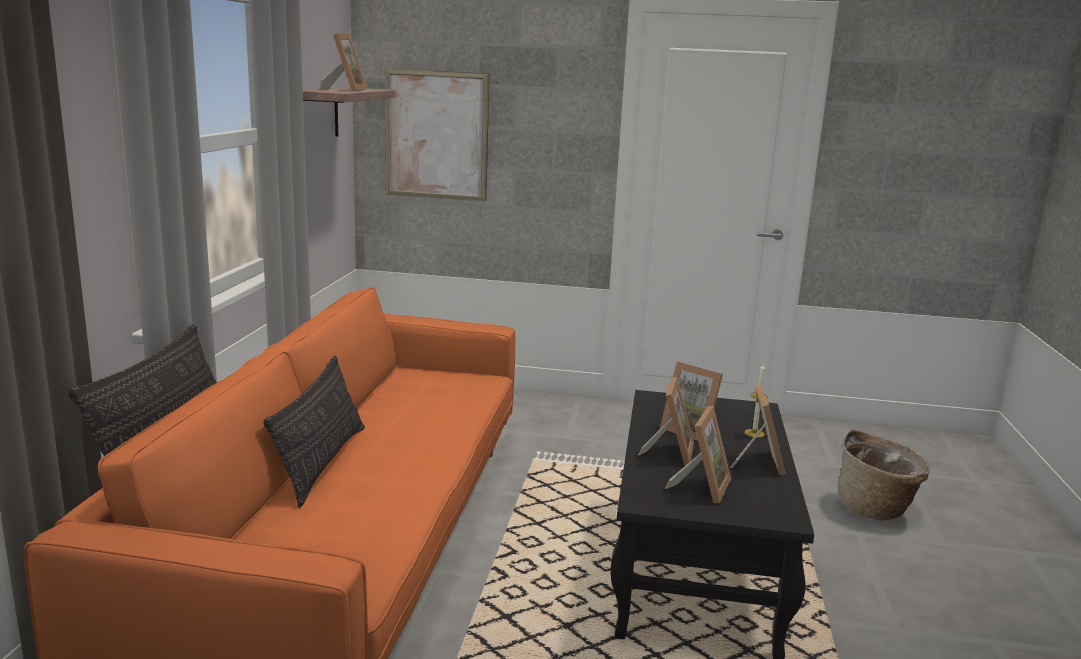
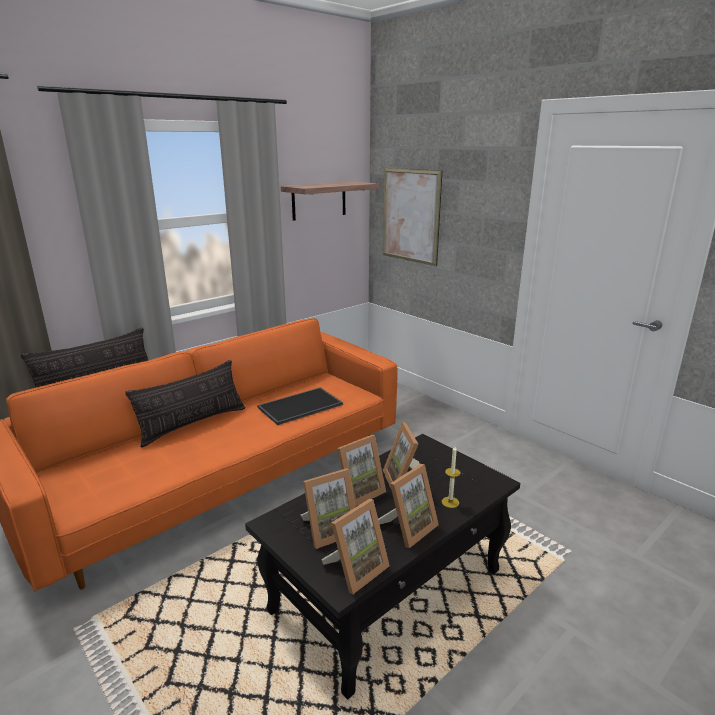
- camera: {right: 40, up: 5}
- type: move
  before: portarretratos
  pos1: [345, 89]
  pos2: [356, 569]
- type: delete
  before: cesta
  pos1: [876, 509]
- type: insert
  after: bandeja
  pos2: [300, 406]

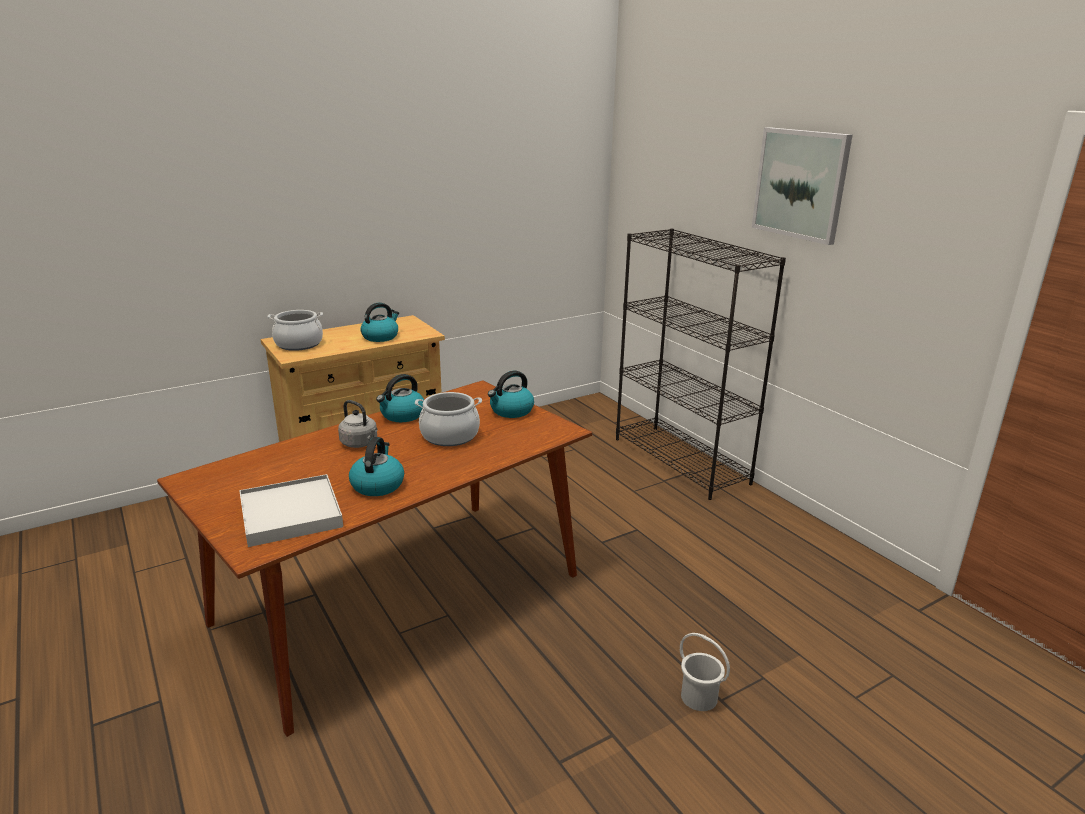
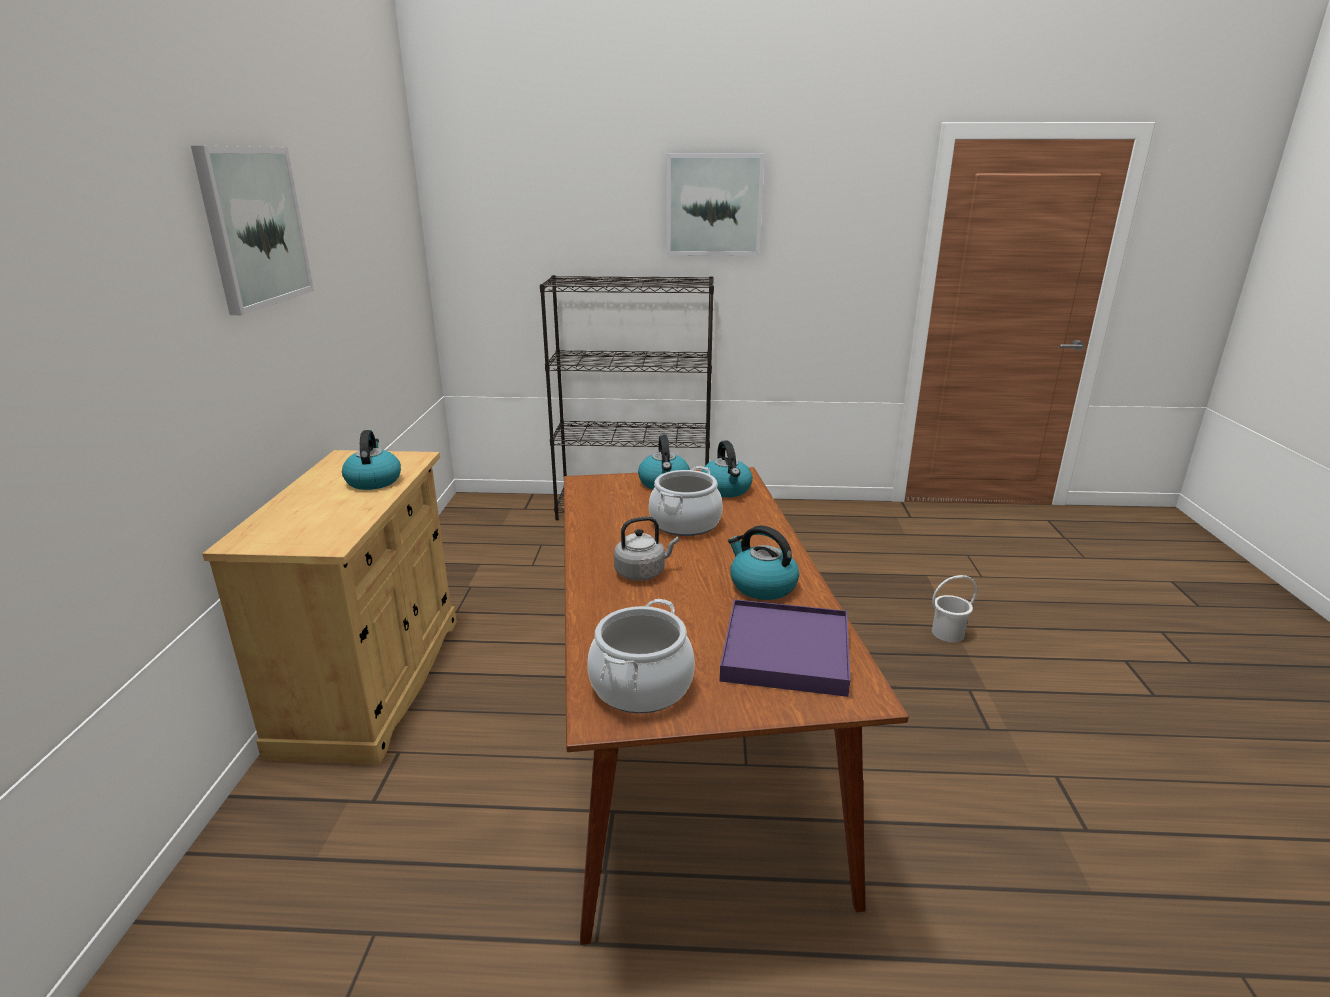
- camera: {right: -55, up: 0}
- type: move
  before: olla
  pos1: [299, 344]
  pos2: [641, 686]
- type: move
  before: hervidor
  pos1: [402, 415]
  pos2: [726, 489]
- type: recolor
  before: bandeja (blanco)
  after: bandeja (morado)
  pos1: [290, 514]
  pos2: [786, 652]
- type: insert
  after: cuadro
  pos2: [254, 227]

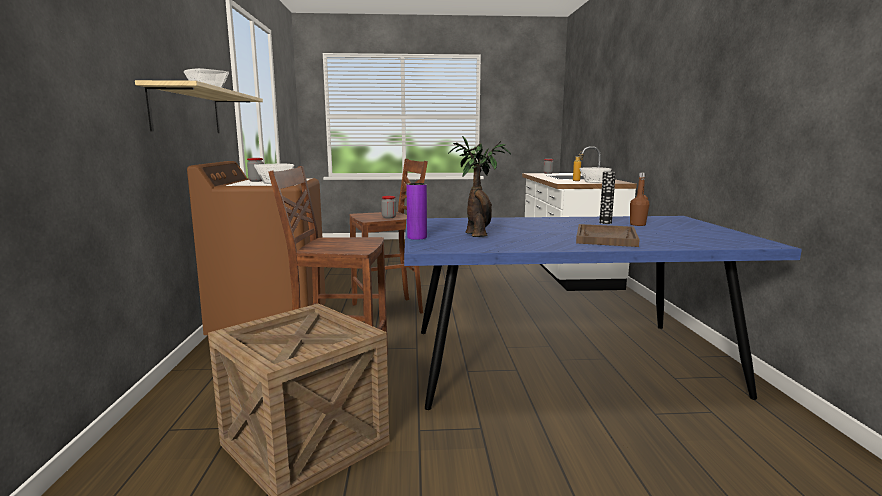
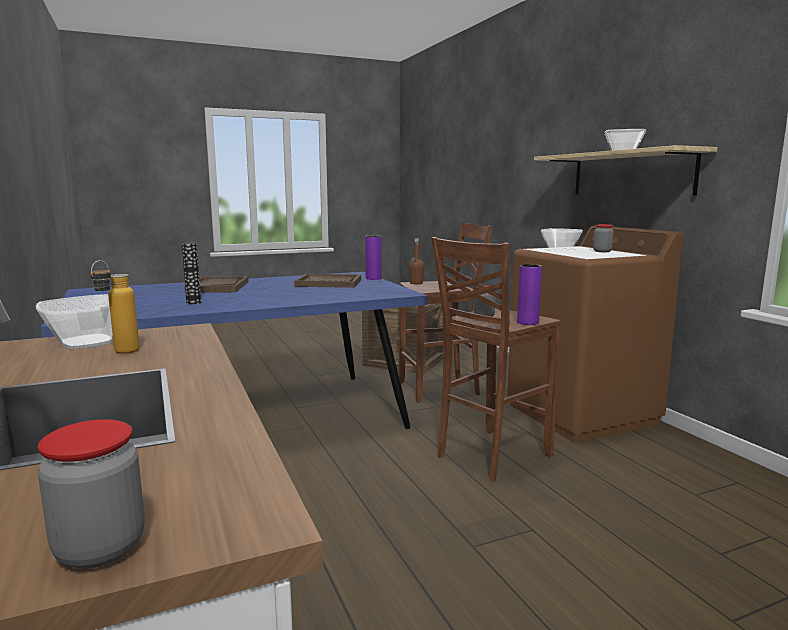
- camera: {right: 160, up: 0}
- type: replace
  before: planta en maceta
  after: bandeja (marrón)
  pos1: [477, 234]
  pos2: [329, 283]
- type: move
  before: botella (marrón)
  pos1: [637, 224]
  pos2: [416, 283]
- type: insert
  after: florero (morado)
  pos2: [527, 322]

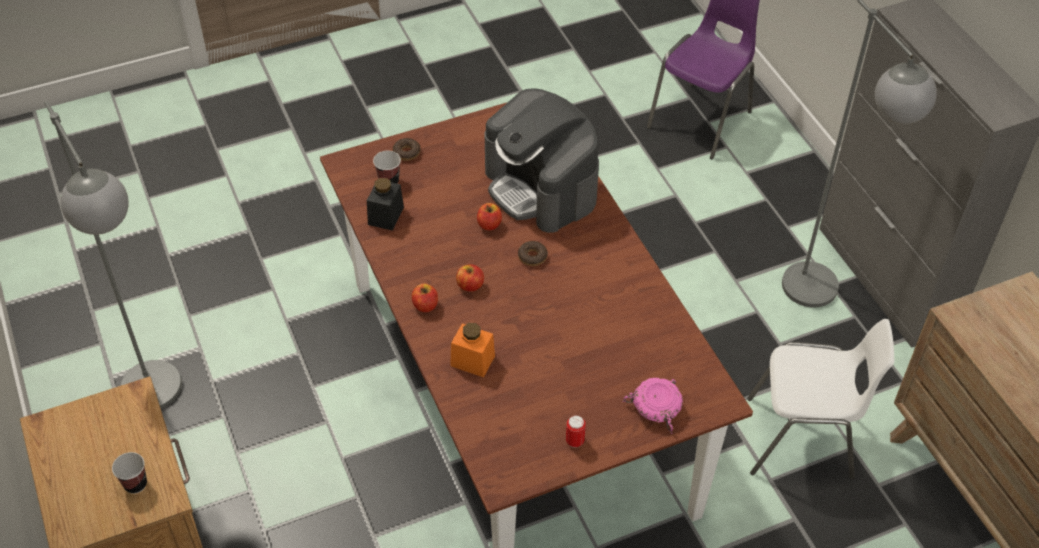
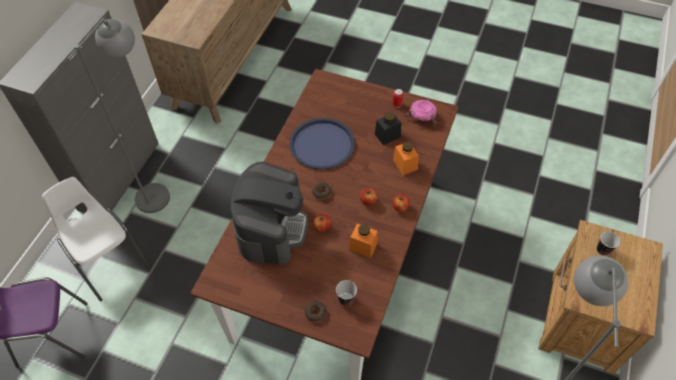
- camera: {right: -135, up: 5}
- type: move
  before: tarro (negro)
  pos1: [386, 216]
  pos2: [387, 135]
- type: move
  before: silla (blanco)
  pos1: [803, 440]
  pos2: [109, 262]
- type: move
  before: cuenco (rosa)
  pos1: [655, 408]
  pos2: [422, 117]
- type: insert
  after: bandeja (azul)
  pos2: [322, 144]
- type: insert
  after: tarro (naranja)
  pos2: [363, 246]

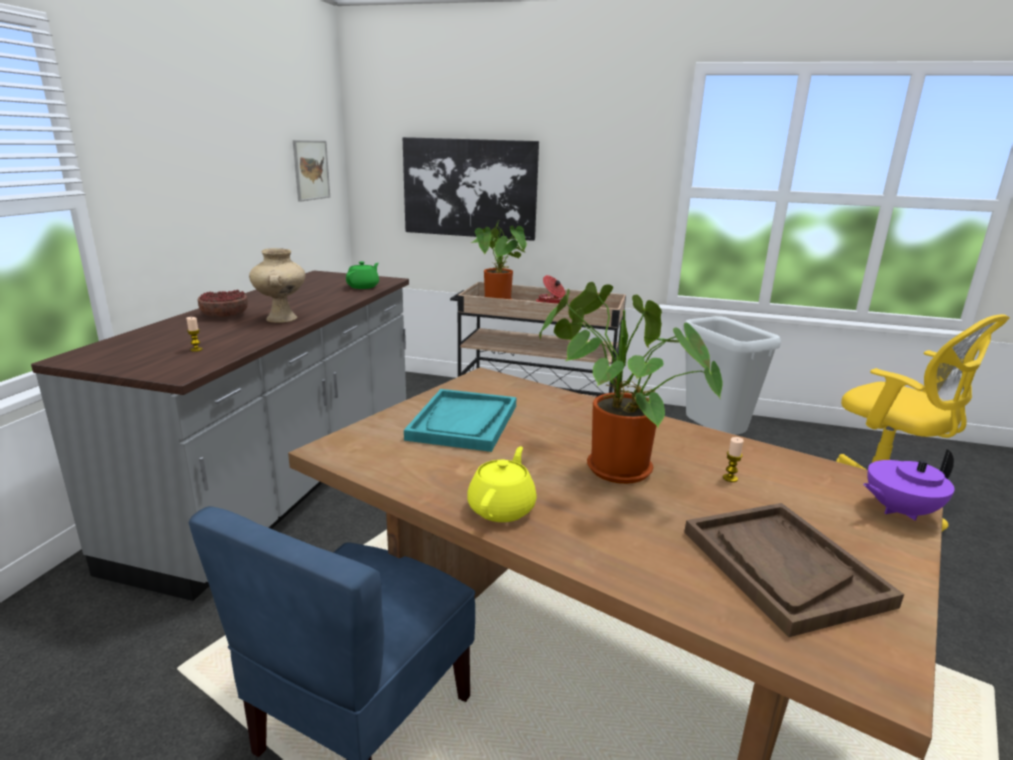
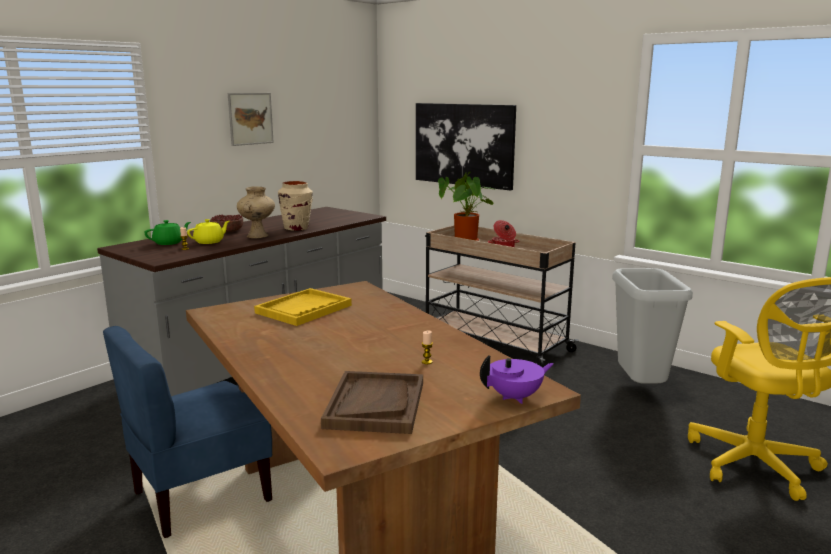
- camera: {right: 25, up: -5}
- type: move
  before: cuadro
  pos1: [311, 170]
  pos2: [250, 118]
- type: move
  before: tetera (verde)
  pos1: [363, 286]
  pos2: [169, 243]
- type: delete
  before: planta en maceta
  pos1: [610, 468]
- type: recolor
  before: bandeja (turquesa)
  after: bandeja (amarillo)
  pos1: [463, 422]
  pos2: [304, 309]
- type: move
  before: tetera (amarillo)
  pos1: [502, 508]
  pos2: [210, 242]
- type: rotate
  before: tetera (morado)
  pos1: [898, 510]
  pos2: [515, 397]
  turn: 150
- type: insert
  after: florero (beis)
  pos2: [296, 228]

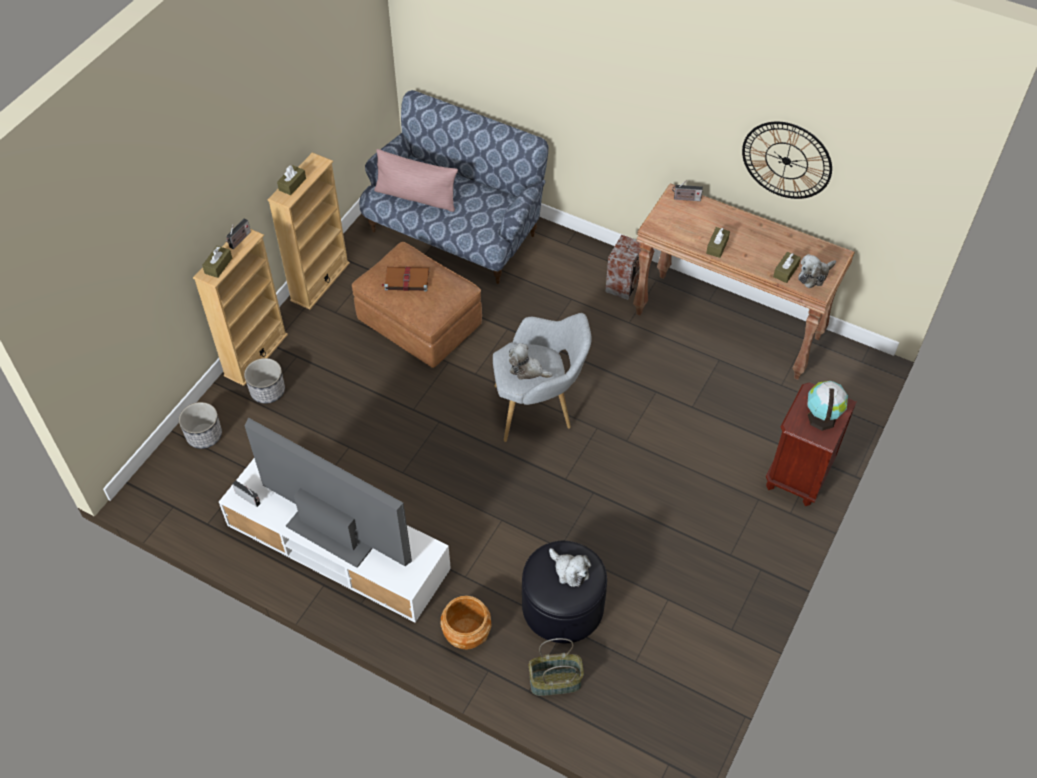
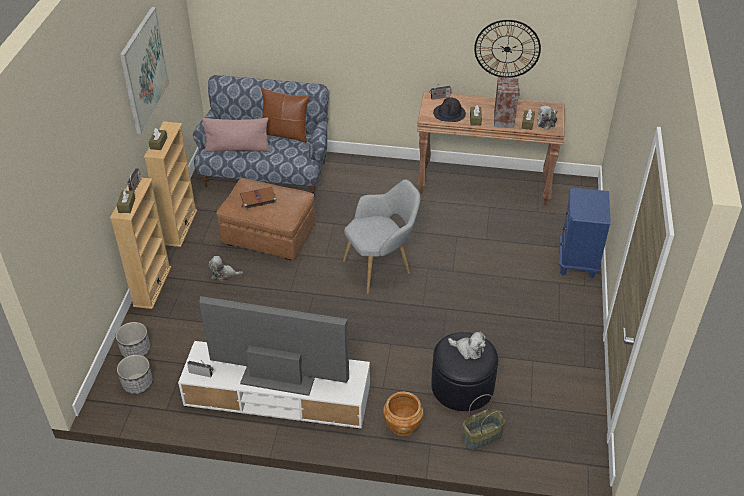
- camera: {right: -20, up: -10}
- type: move
  before: altavoz
  pos1: [624, 284]
  pos2: [504, 119]
- type: move
  before: peluche
  pos1: [527, 370]
  pos2: [224, 275]
- type: move
  before: maceta
  pos1: [268, 391]
  pos2: [138, 383]
- type: delete
  before: globo terráqueo
  pos1: [821, 417]
- type: recolor
  before: mesita de noche (marrón)
  after: mesita de noche (azul)
  pos1: [798, 475]
  pos2: [577, 261]
- type: insert
  after: cuadro
  pos2: [144, 70]
- type: insert
  after: cojín (marrón)
  pos2: [285, 134]
- type: insert
  after: sombrero (negro)
  pos2: [449, 114]

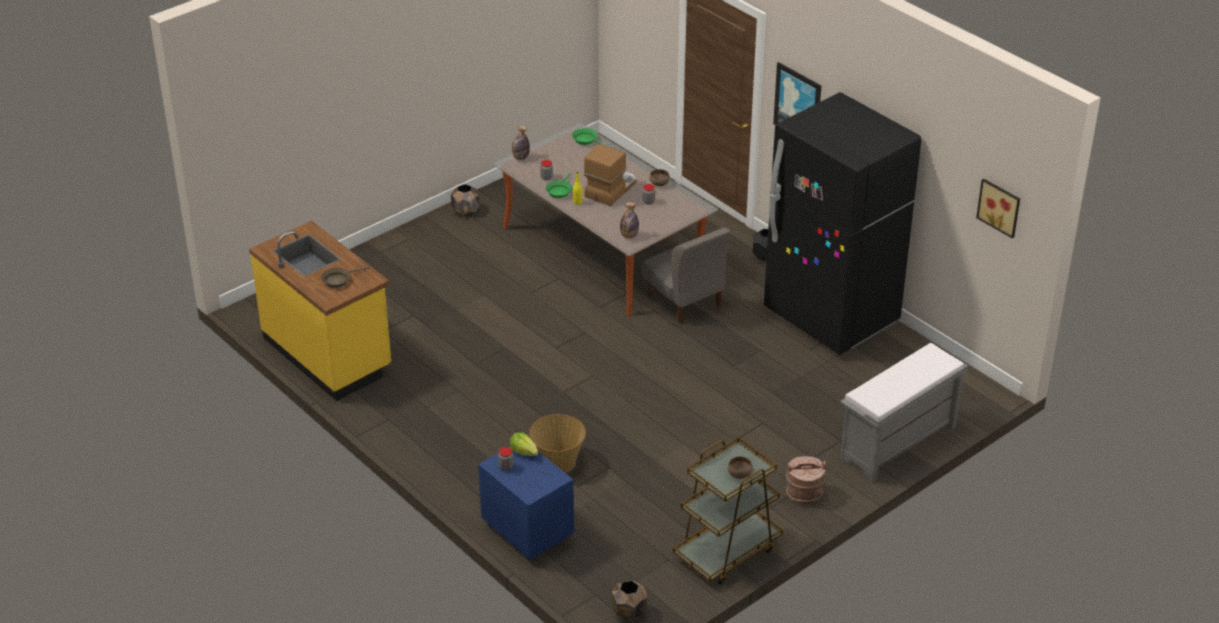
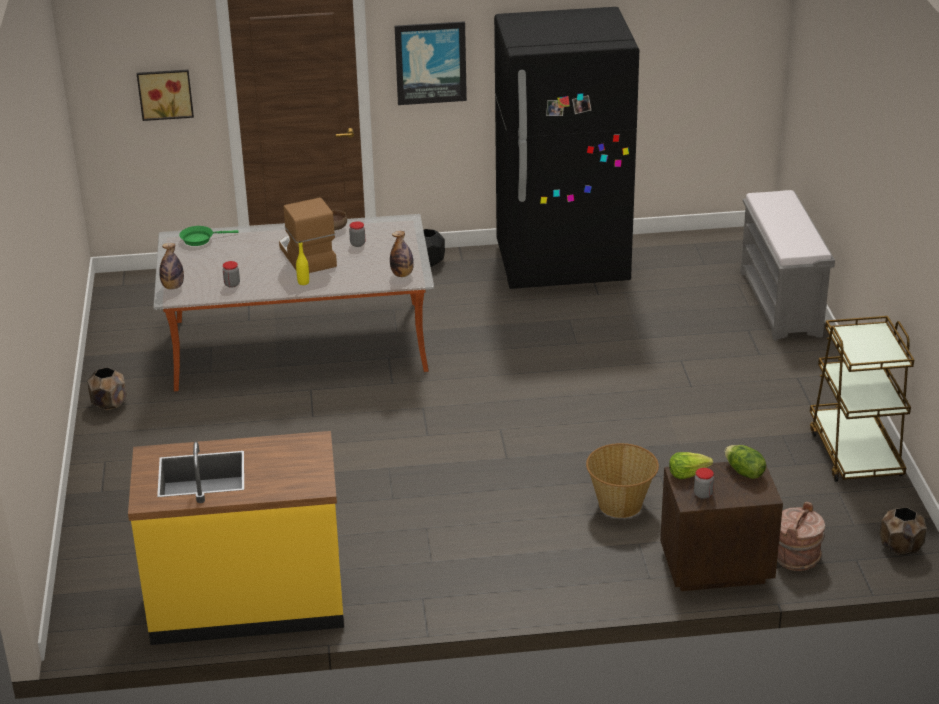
- camera: {right: -55, up: -5}
- type: delete
  before: sartén (verde)
  pos1: [559, 191]
- type: move
  before: cuadro
  pos1: [1000, 207]
  pos2: [165, 93]
- type: delete
  before: silla (gris)
  pos1: [685, 301]
- type: delete
  before: sartén (marrón)
  pos1: [338, 280]
- type: recolor
  before: mesita de noche (azul)
  after: mesita de noche (marrón)
  pos1: [527, 530]
  pos2: [714, 567]
- type: delete
  before: cuenco (marrón)
  pos1: [739, 474]
- type: move
  before: cubo (marrón)
  pos1: [804, 493]
  pos2: [796, 557]
- type: insert
  after: lechuga
  pos2: [744, 472]

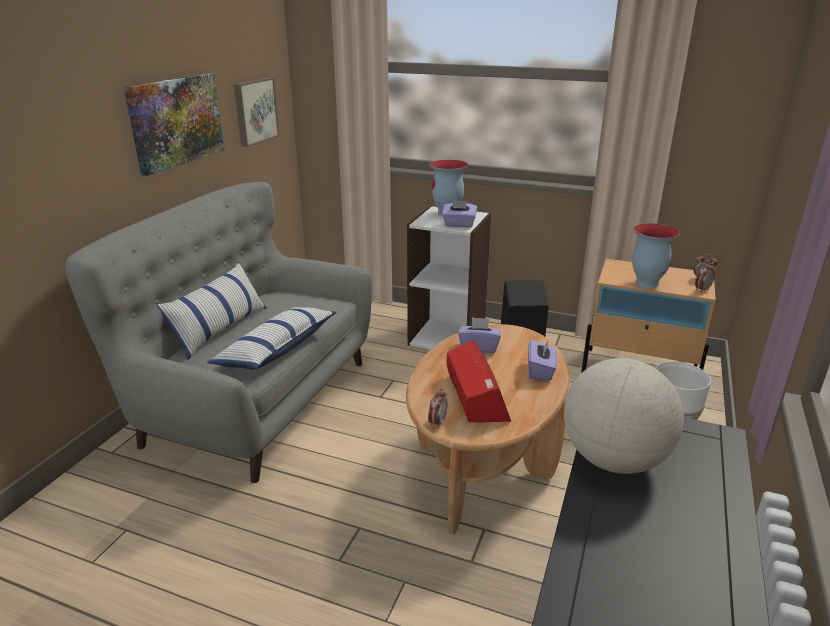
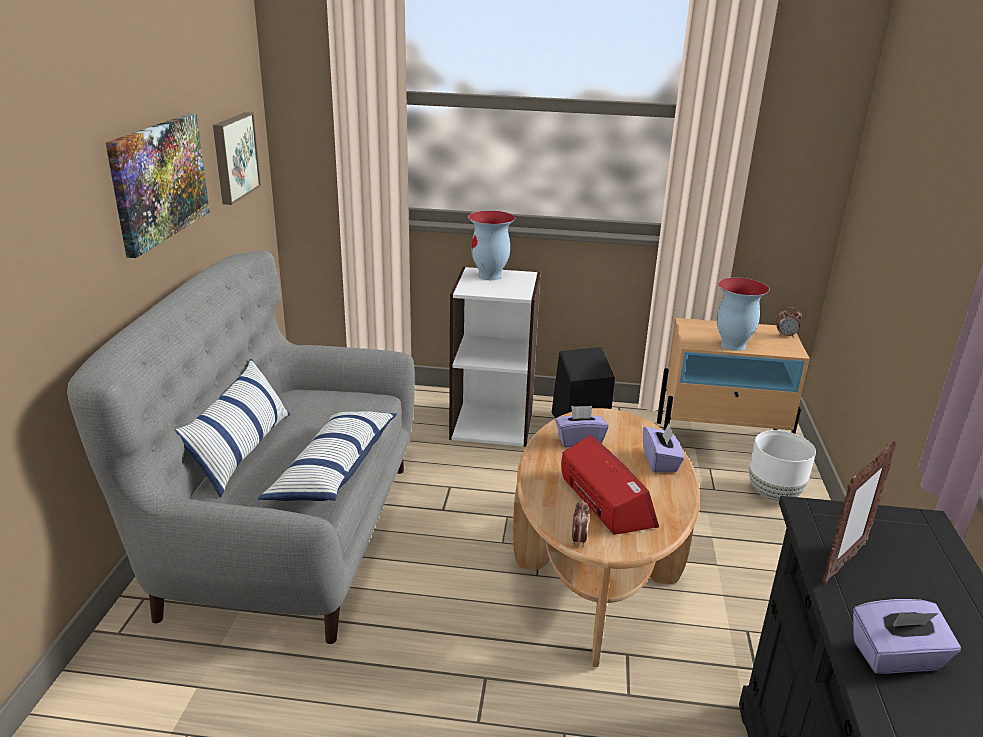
- camera: {right: -15, up: 0}
- type: move
  before: caja de pañuelos (morado)
  pos1: [459, 224]
  pos2: [896, 657]
- type: delete
  before: despertador
  pos1: [702, 290]
- type: replace
  before: globo terráqueo
  after: portarretratos
  pos1: [614, 459]
  pos2: [843, 563]

